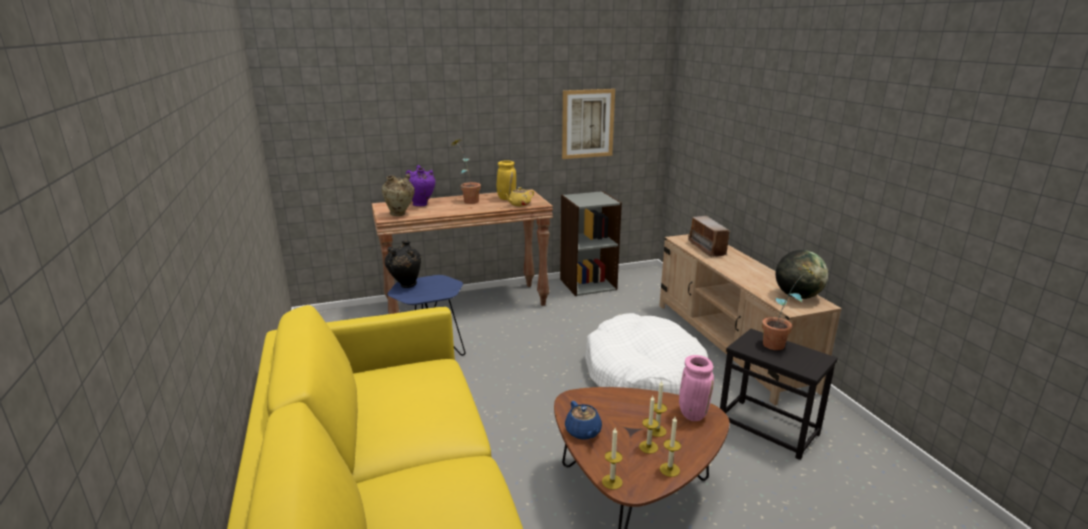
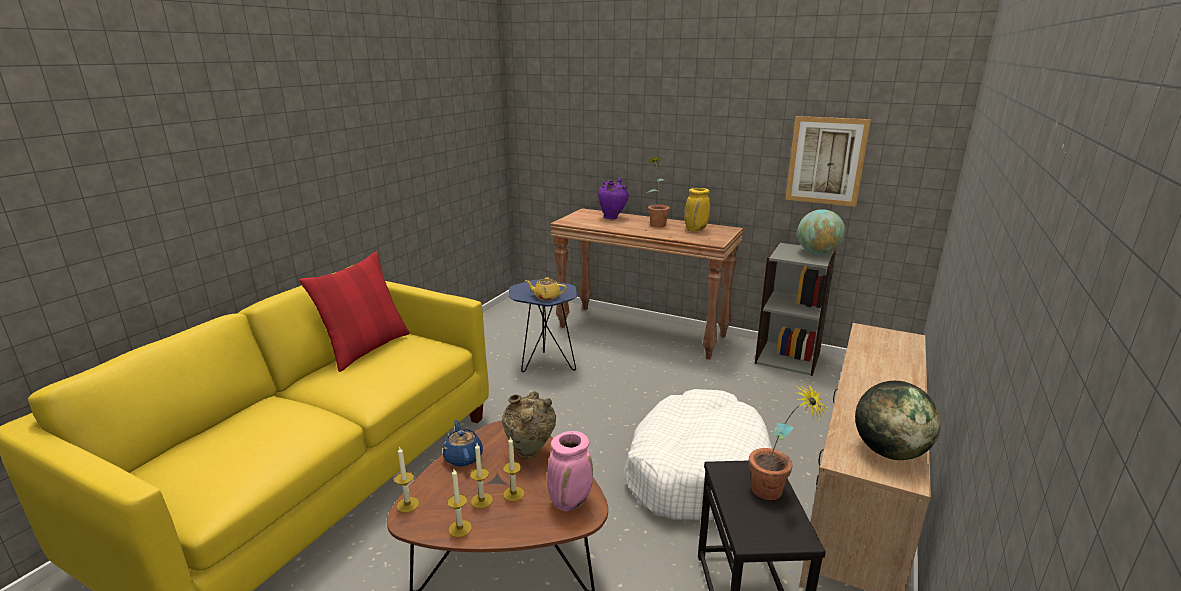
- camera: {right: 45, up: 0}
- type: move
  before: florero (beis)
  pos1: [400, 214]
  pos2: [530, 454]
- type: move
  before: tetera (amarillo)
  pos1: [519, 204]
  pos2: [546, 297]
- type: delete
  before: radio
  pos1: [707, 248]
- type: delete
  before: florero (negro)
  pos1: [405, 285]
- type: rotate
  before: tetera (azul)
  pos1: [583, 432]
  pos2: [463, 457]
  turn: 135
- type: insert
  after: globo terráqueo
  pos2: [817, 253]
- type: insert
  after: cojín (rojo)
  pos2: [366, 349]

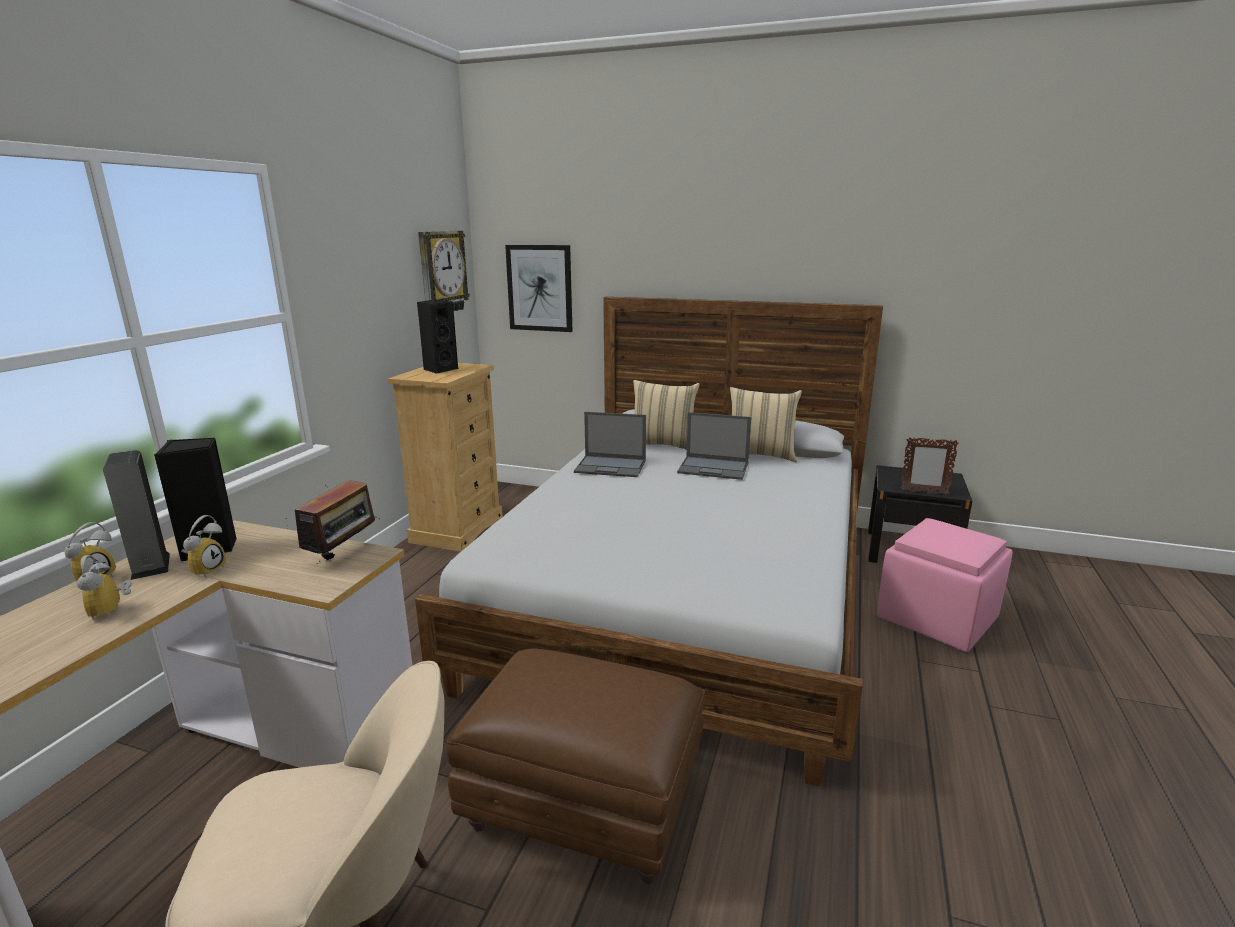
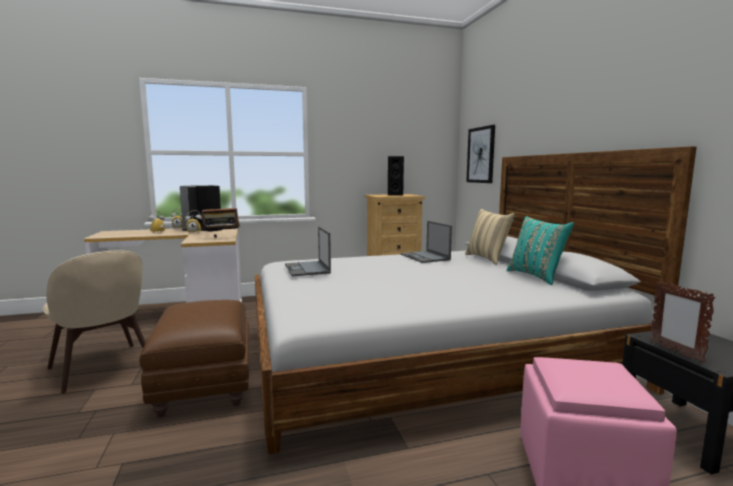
- camera: {right: 55, up: -10}
- type: delete
  before: reloj de pared
  pos1: [441, 272]
- type: recolor
  before: cojín (beis)
  after: cojín (turquesa)
  pos1: [760, 455]
  pos2: [536, 276]
- type: move
  before: portátil
  pos1: [714, 468]
  pos2: [307, 269]

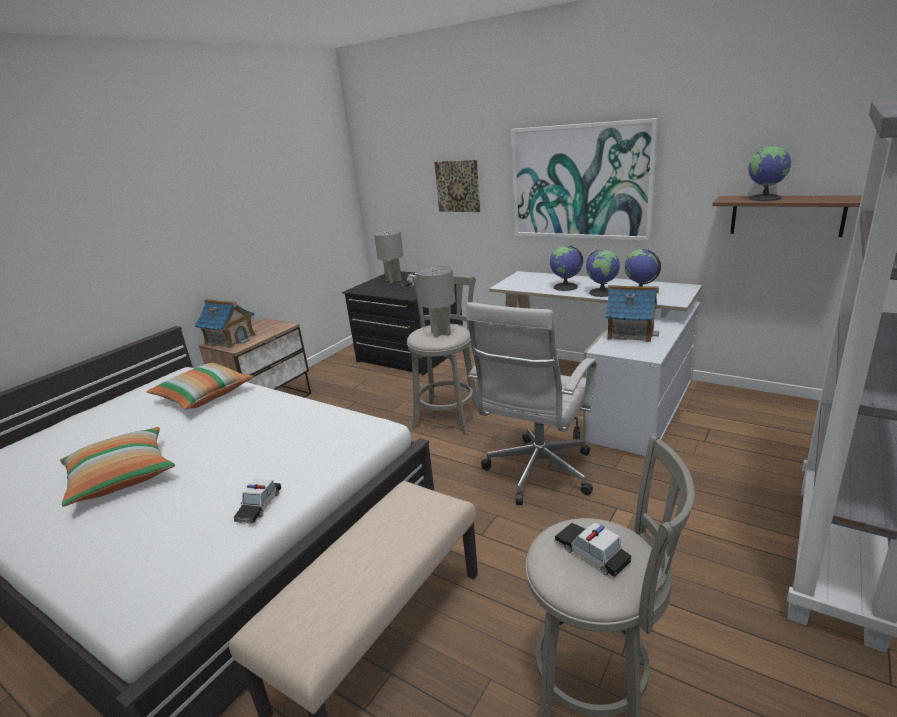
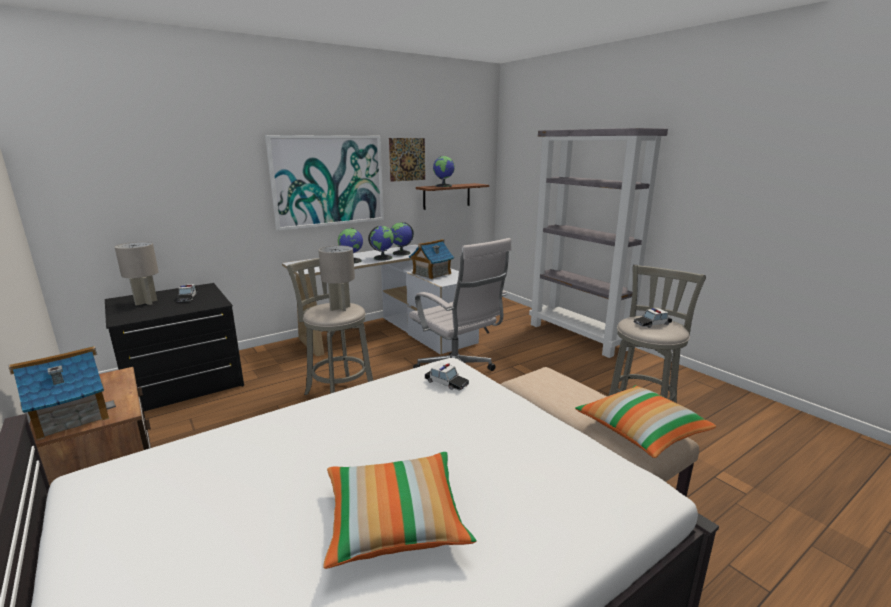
- camera: {right: -70, up: -5}
- type: move
  before: cuadro
  pos1: [457, 186]
  pos2: [407, 159]
- type: move
  before: cojín
  pos1: [204, 396]
  pos2: [641, 432]
- type: move
  before: coche de juguete
  pos1: [259, 506]
  pos2: [446, 383]

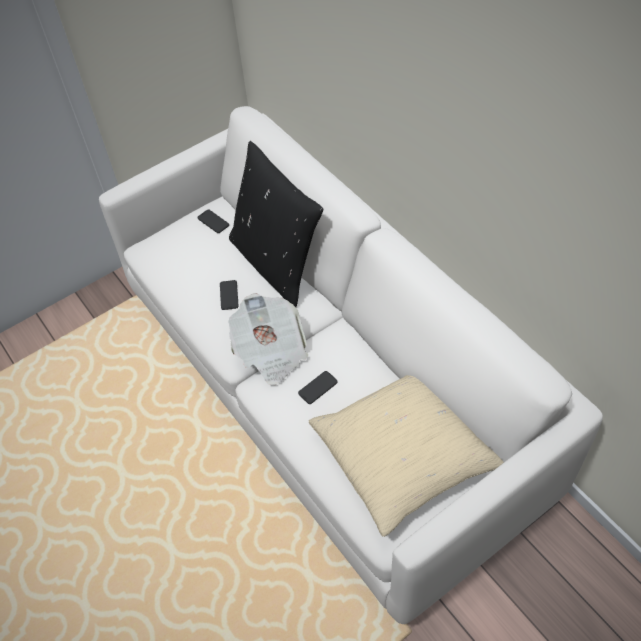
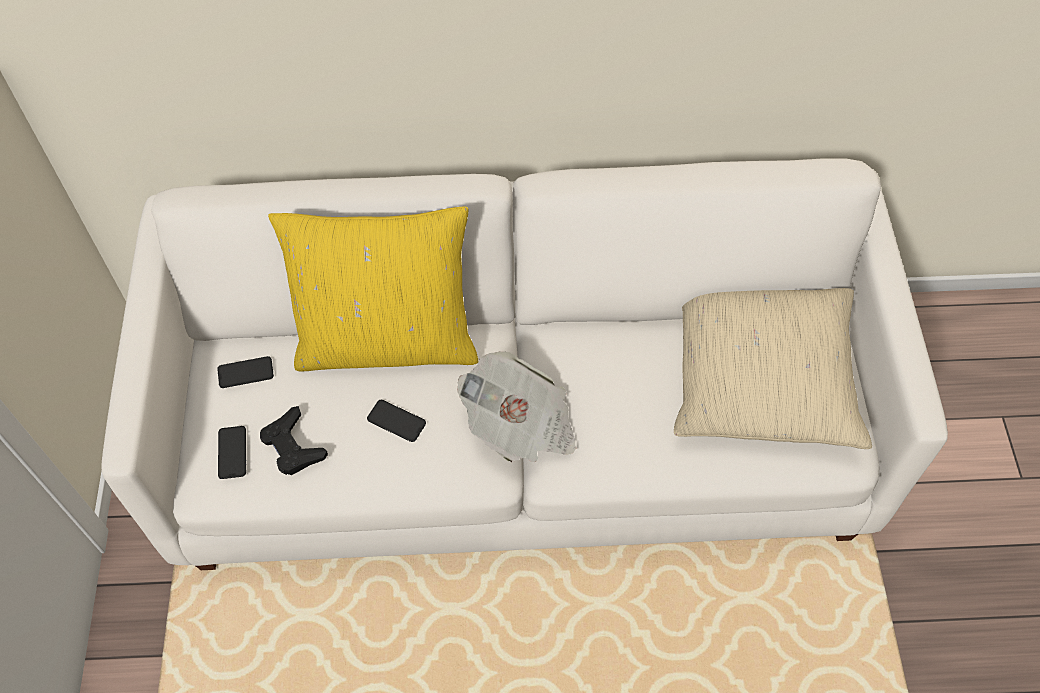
- camera: {right: -60, up: 5}
- type: recolor
  before: cojín (negro)
  after: cojín (amarillo)
  pos1: [277, 263]
  pos2: [387, 341]
- type: move
  before: móvil
  pos1: [318, 387]
  pos2: [232, 452]
- type: insert
  after: mando de consola (negro)
  pos2: [293, 446]

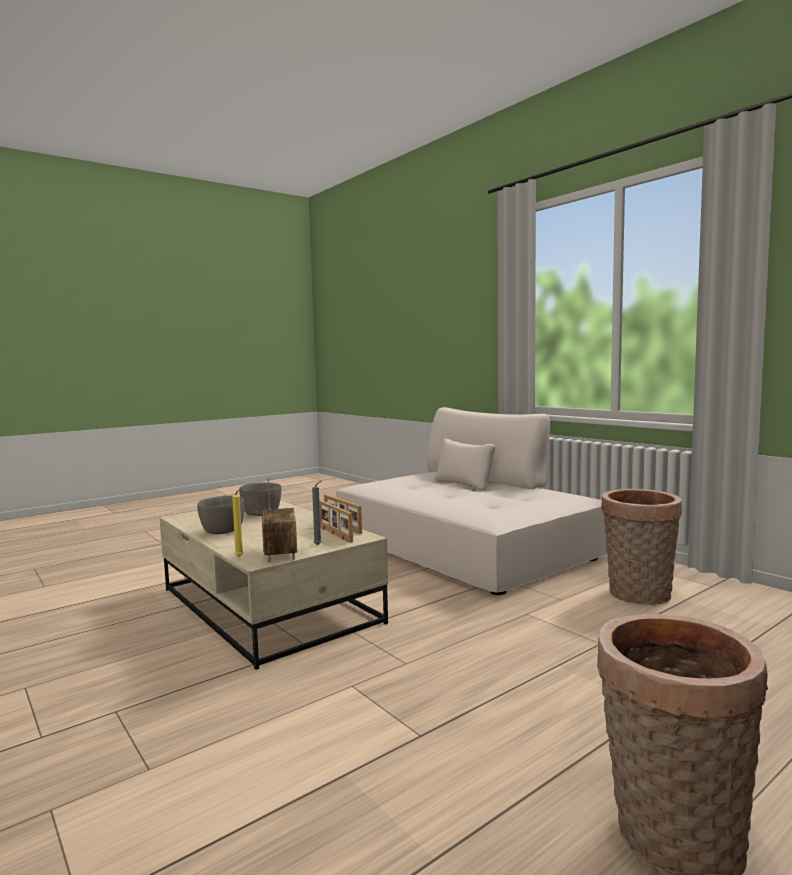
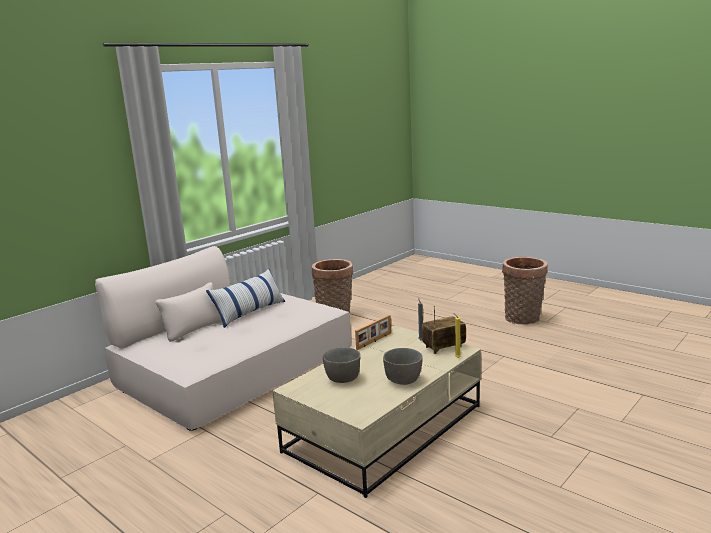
- camera: {right: -100, up: 10}
- type: delete
  before: portarretratos
  pos1: [334, 534]
- type: insert
  after: cojín
  pos2: [250, 312]

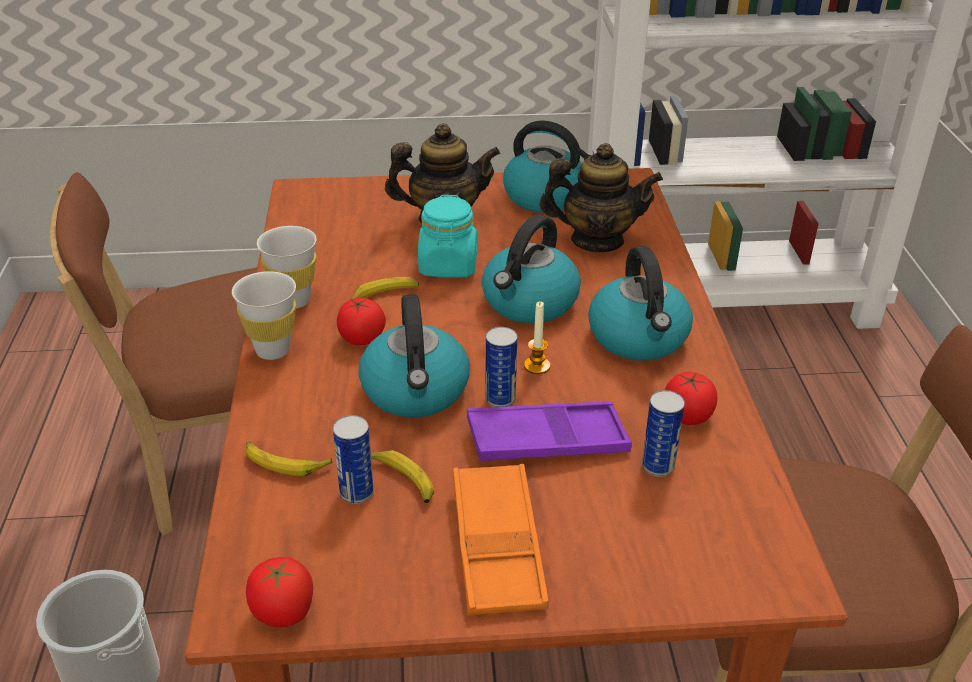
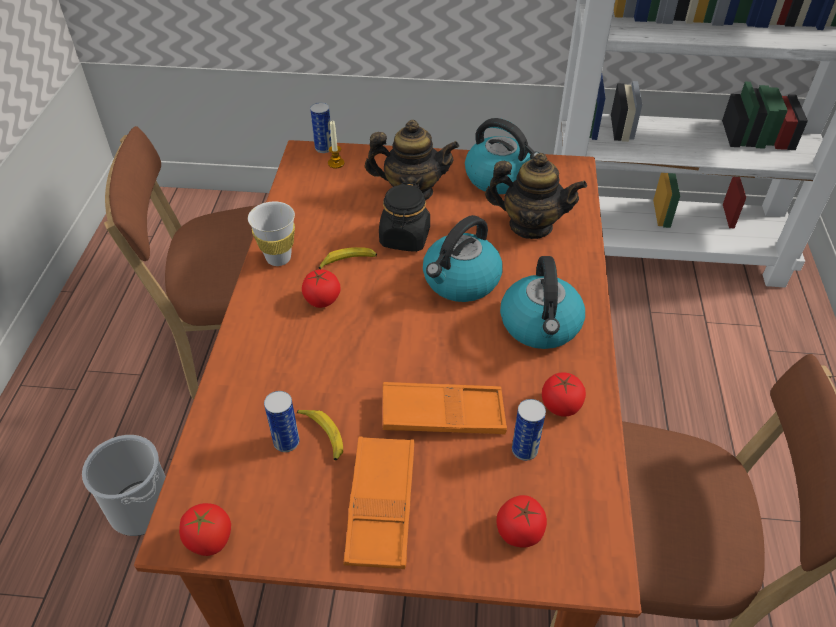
- camera: {right: 10, up: 10}
- type: recolor
  before: tarro (turquesa)
  after: tarro (negro)
  pos1: [448, 266]
  pos2: [405, 238]
- type: delete
  before: taza (blanco)
  pos1: [273, 350]
- type: delete
  before: hervidor
  pos1: [416, 391]
- type: move
  before: vela
  pos1: [537, 366]
  pos2: [336, 163]
- type: move
  before: lata
  pos1: [500, 399]
  pos2: [323, 148]
- type: recolor
  before: bandeja (morado)
  after: bandeja (naranja)
  pos1: [547, 441]
  pos2: [443, 414]
- type: delete
  before: plátano
  pos1: [286, 463]
- type: insert
  after: tomate
  pos2: [520, 531]

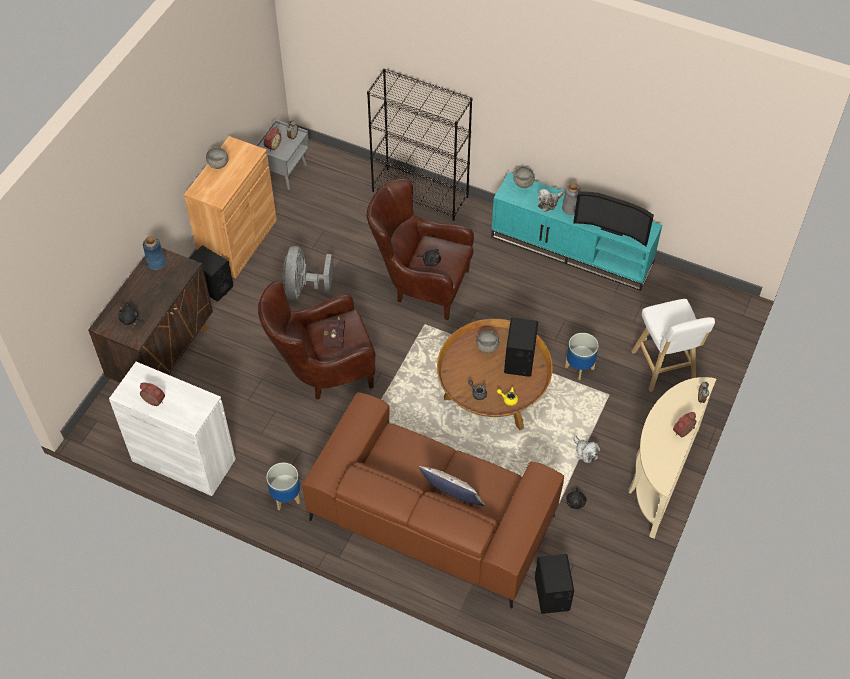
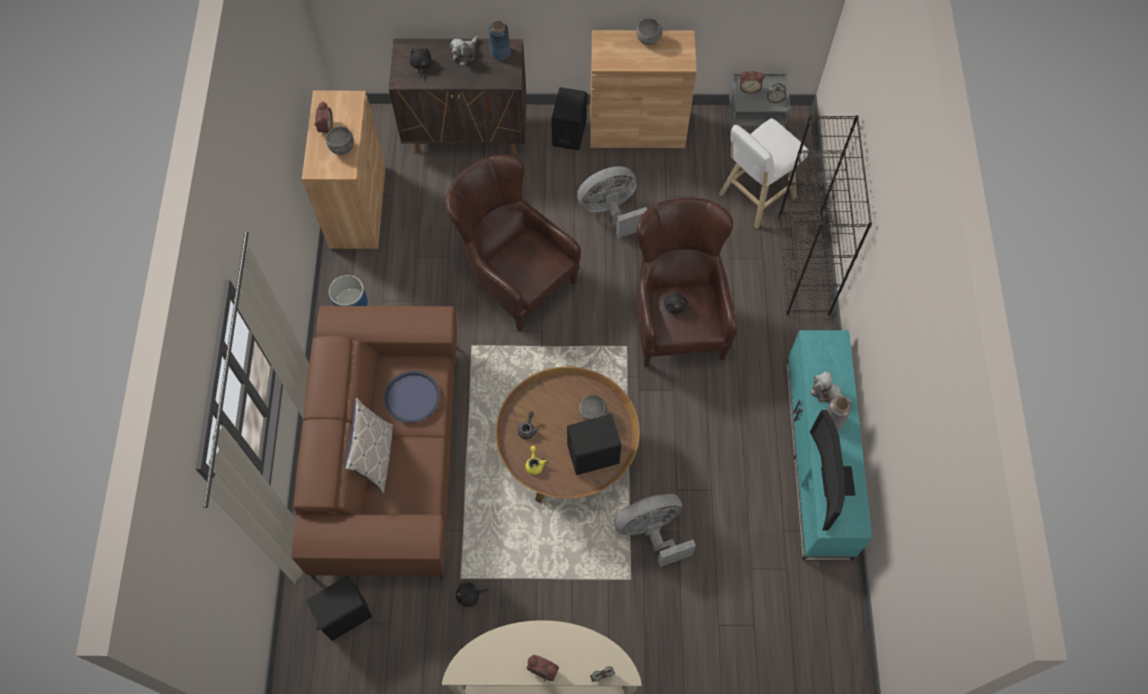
- camera: {right: 65, up: 10}
- type: move
  before: cuenco (gris)
  pos1: [523, 184]
  pos2: [342, 148]
- type: move
  before: taburete (blanco)
  pos1: [664, 369]
  pos2: [754, 198]
- type: delete
  before: libro (rojo)
  pos1: [335, 337]
- type: replace
  before: maceta
  after: ventilador (gris)
  pos1: [580, 368]
  pos2: [651, 532]
- type: recolor
  before: armario (blanco)
  after: armario (marrón)
  pos1: [183, 460]
  pos2: [357, 206]
- type: move
  before: peluche
  pos1: [585, 452]
  pos2: [465, 54]
- type: insert
  after: bandeja (azul)
  pos2: [412, 397]

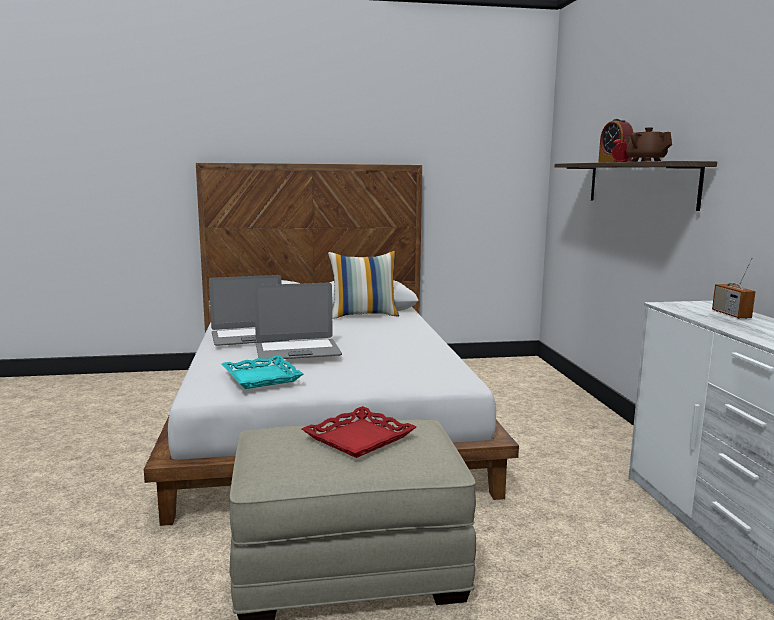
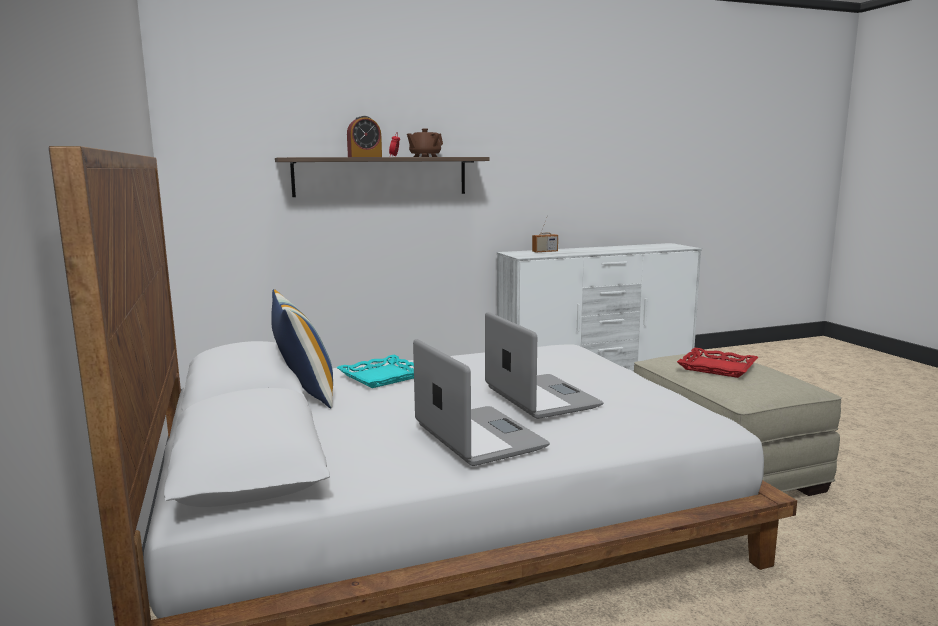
- camera: {right: -100, up: 0}
- type: move
  before: bandeja (turquesa)
  pos1: [261, 377]
  pos2: [382, 377]

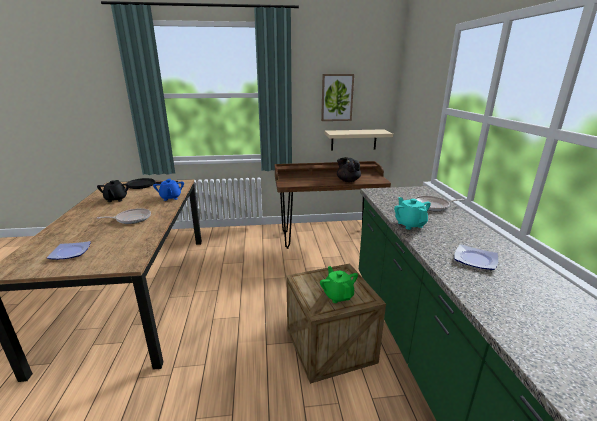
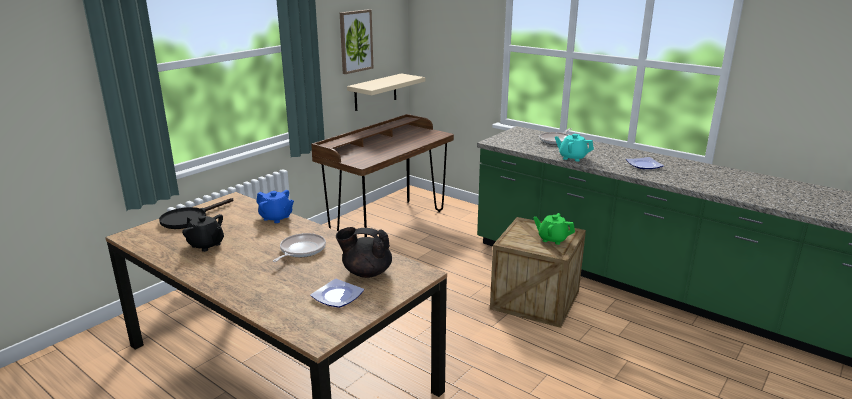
- camera: {right: -45, up: 0}
- type: move
  before: tetera (negro)
  pos1: [348, 181]
  pos2: [366, 272]

